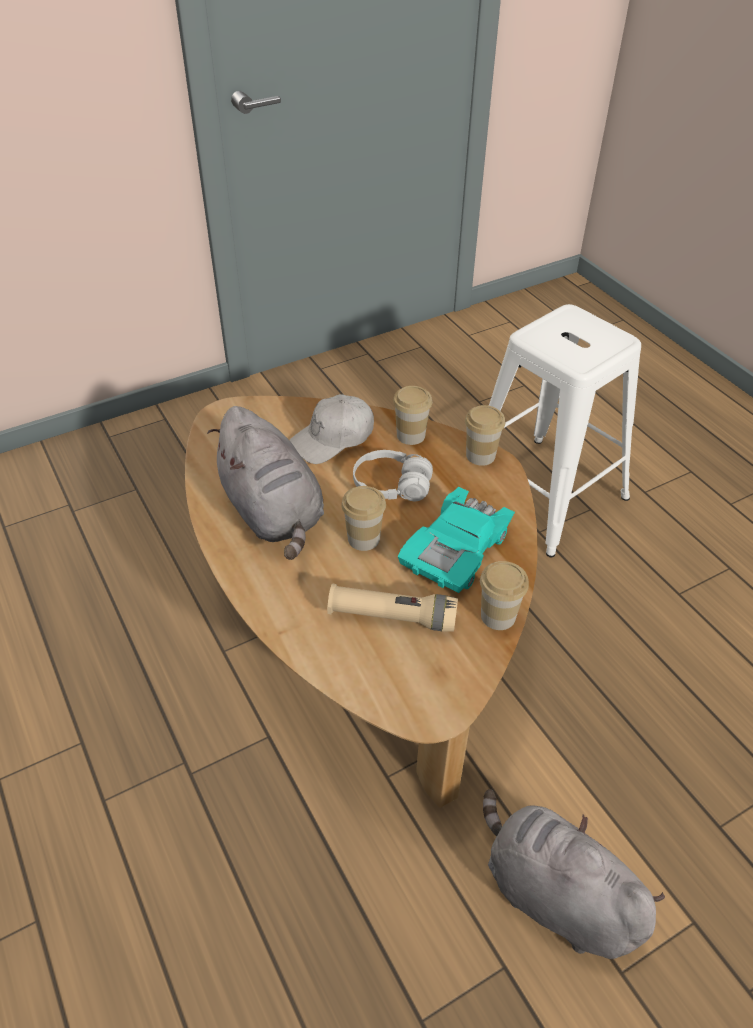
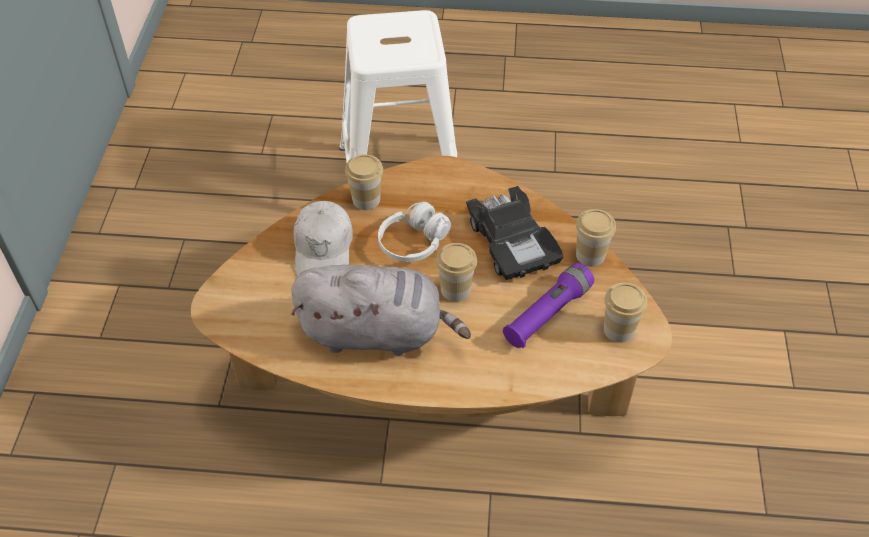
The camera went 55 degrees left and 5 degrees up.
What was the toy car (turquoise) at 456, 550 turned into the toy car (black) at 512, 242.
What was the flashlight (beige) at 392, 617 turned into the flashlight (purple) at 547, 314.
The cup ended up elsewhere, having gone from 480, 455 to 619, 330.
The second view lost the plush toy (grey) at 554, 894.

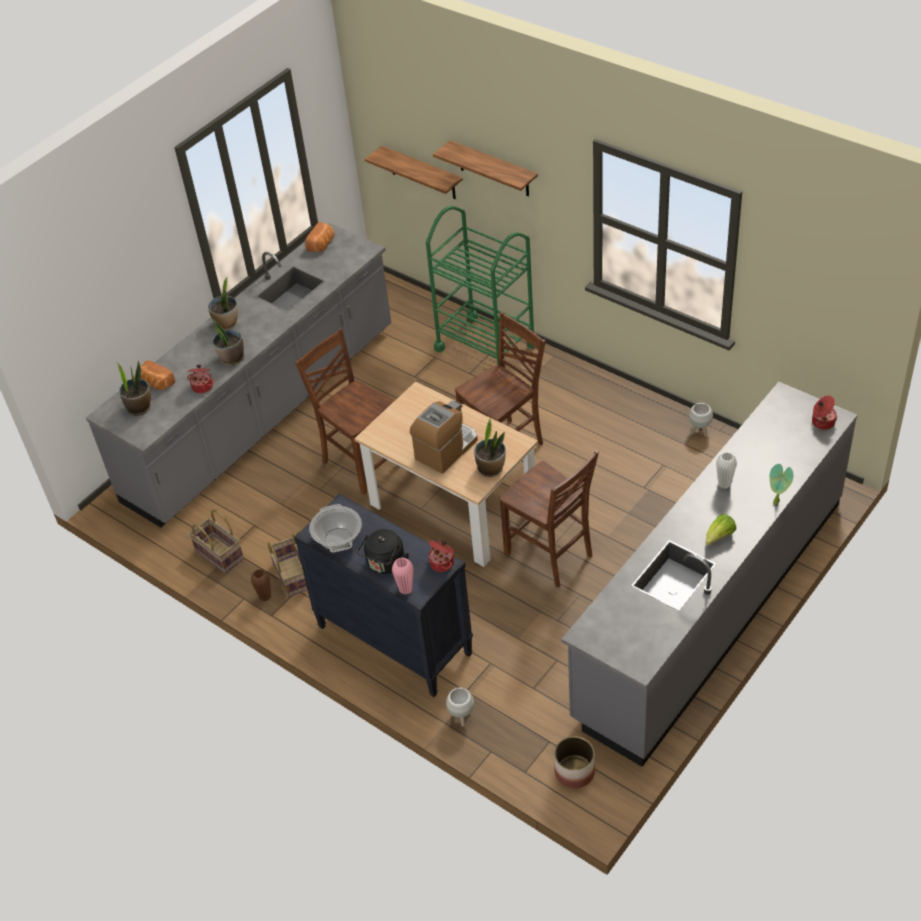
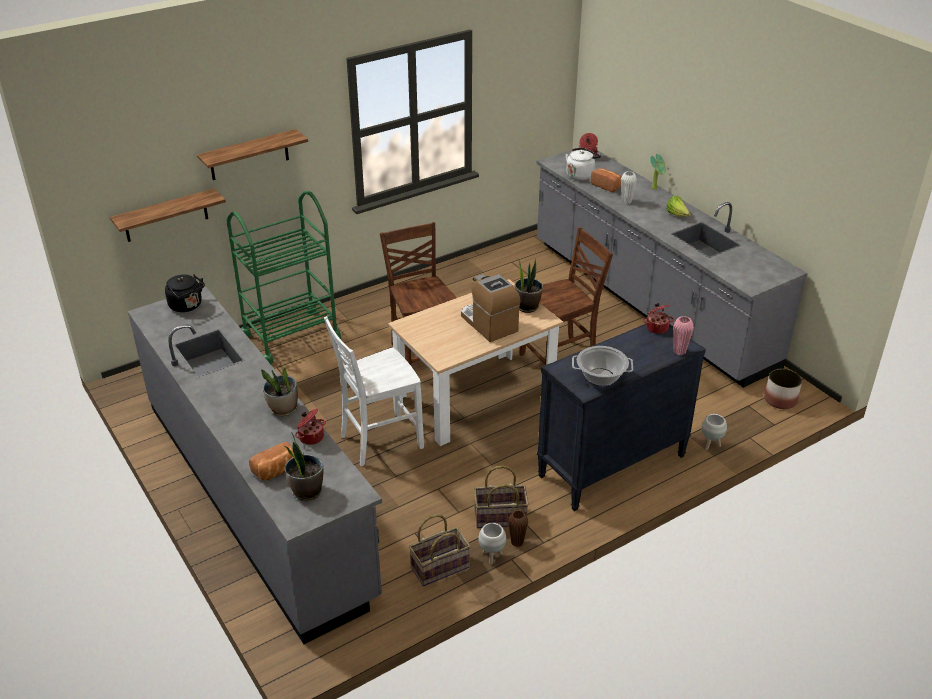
The camera went 75 degrees left and 10 degrees down.
The kettle (black) ended up elsewhere, having gone from 385, 564 to 187, 306.
What was the chair (brown) at 361, 462 turned into the chair (white) at 379, 441.
The planter (white) ended up elsewhere, having gone from 699, 432 to 491, 556.
The second view gained the kettle (white) at 581, 175.
The bread ended up elsewhere, having gone from 322, 245 to 607, 186.
The second view lost the potted plant at 227, 323.

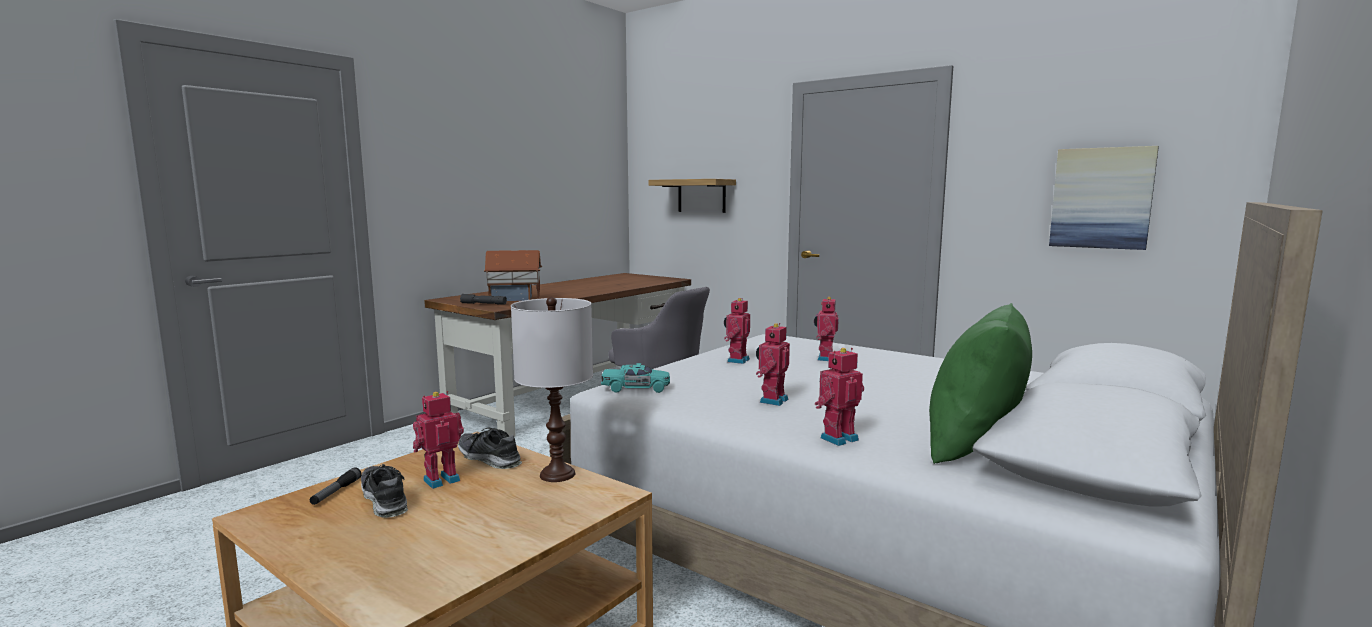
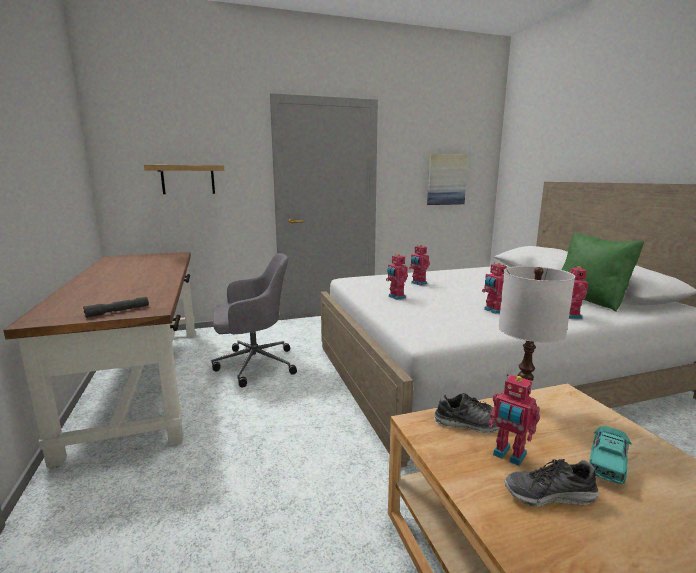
The camera went 55 degrees left and 5 degrees up.
The shoe at 489, 459 ended up facing another way, 150 degrees counterclockwise from before.
The toy robot at 440, 479 ended up facing another way, 45 degrees counterclockwise from before.
The toy car (turquoise) ended up elsewhere, having gone from 636, 389 to 607, 463.
The second view lost the flashlight at 336, 492.
The second view lost the toy house at 515, 299.

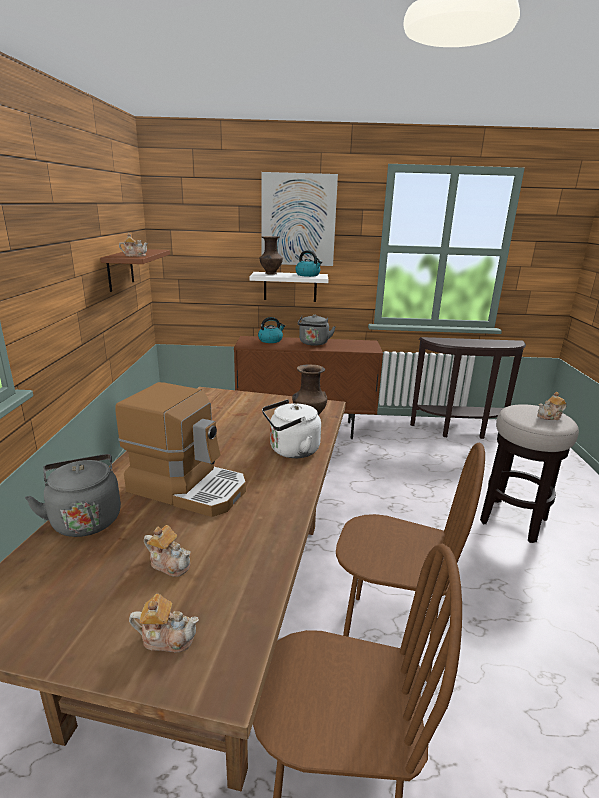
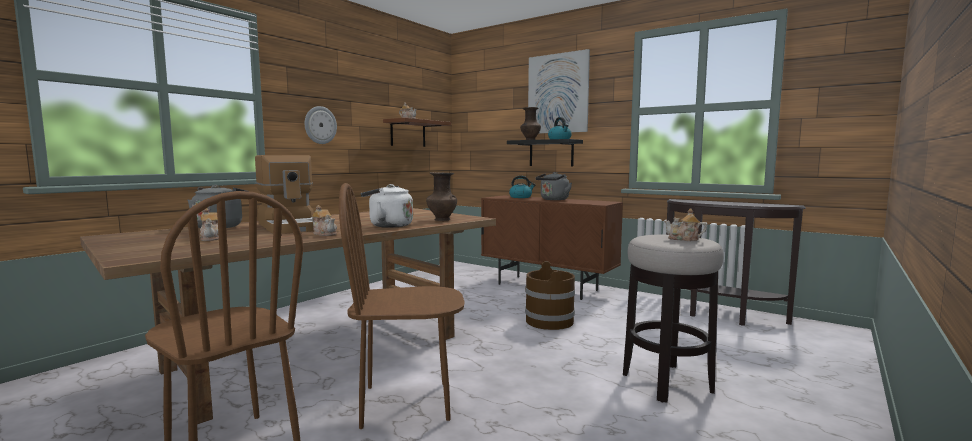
The camera went 35 degrees right and 15 degrees down.
The second view gained the wall clock at 320, 125.
The teapot ended up elsewhere, having gone from 167, 638 to 325, 234.
The chair (brown) at 389, 634 ended up facing another way, 120 degrees clockwise from before.
What was the shelf (white) at 290, 286 turned into the shelf (black) at 551, 153.
The second view gained the bucket (brown) at 549, 321.

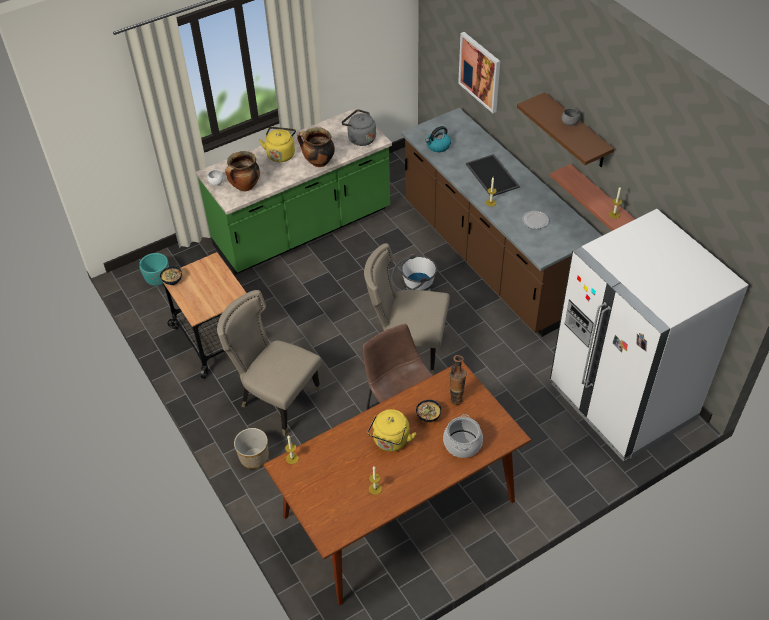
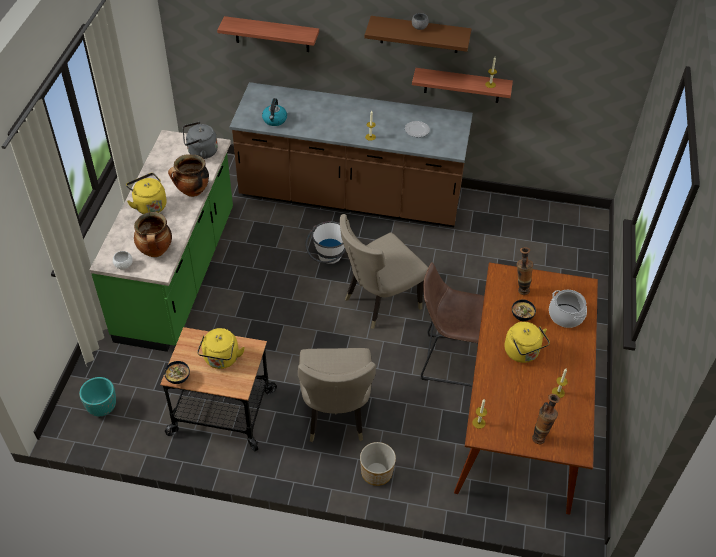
The camera went 50 degrees left and 0 degrees up.
The second view gained the kettle (yellow) at 221, 360.
Where the picture hung at 480, 72, the shelf came to hang at 272, 34.
The chair (beige) at 277, 399 ended up facing another way, 75 degrees counterclockwise from before.
The second view gained the vase at 540, 436.
The second view lost the tray at 493, 175.
The second view lost the fridge (white) at 621, 402.

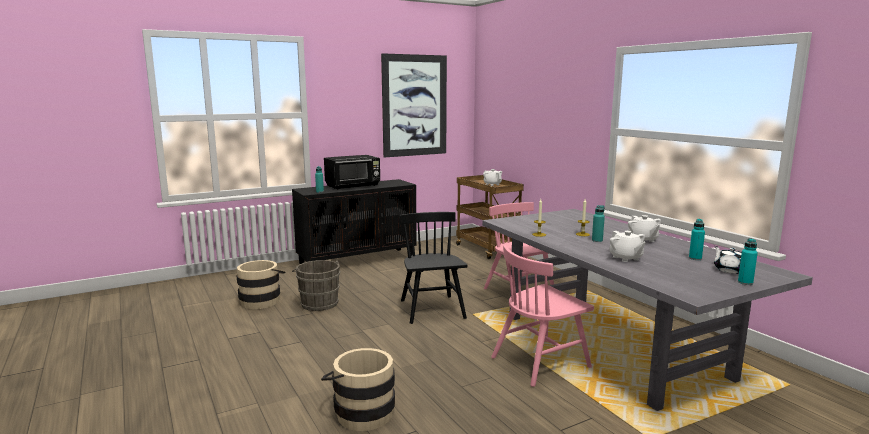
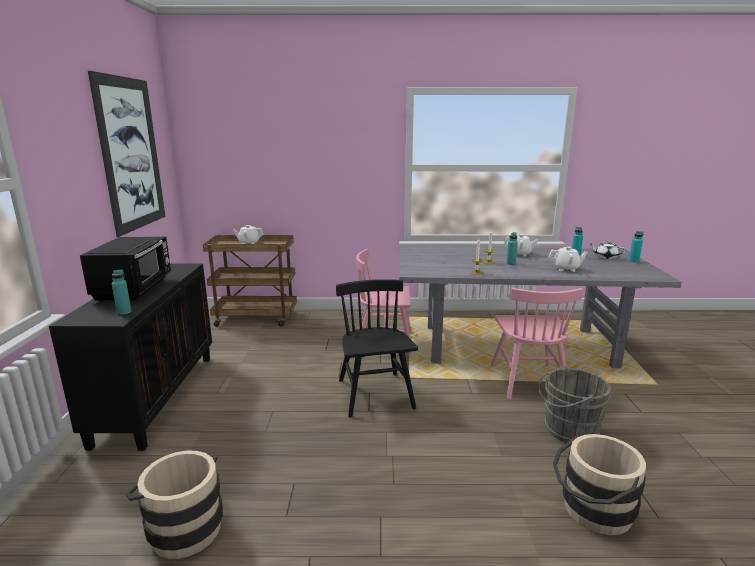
The camera went 60 degrees left and 5 degrees up.
The chair (black) at 432, 309 ended up facing another way, 60 degrees clockwise from before.
The bucket (grey) ended up elsewhere, having gone from 318, 303 to 567, 429.

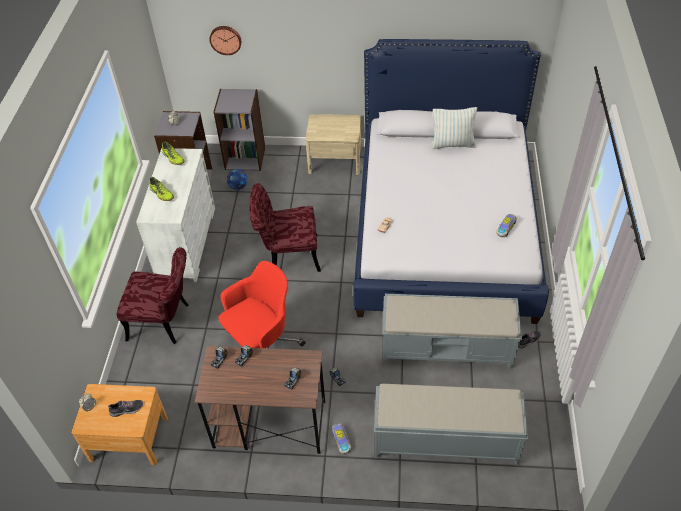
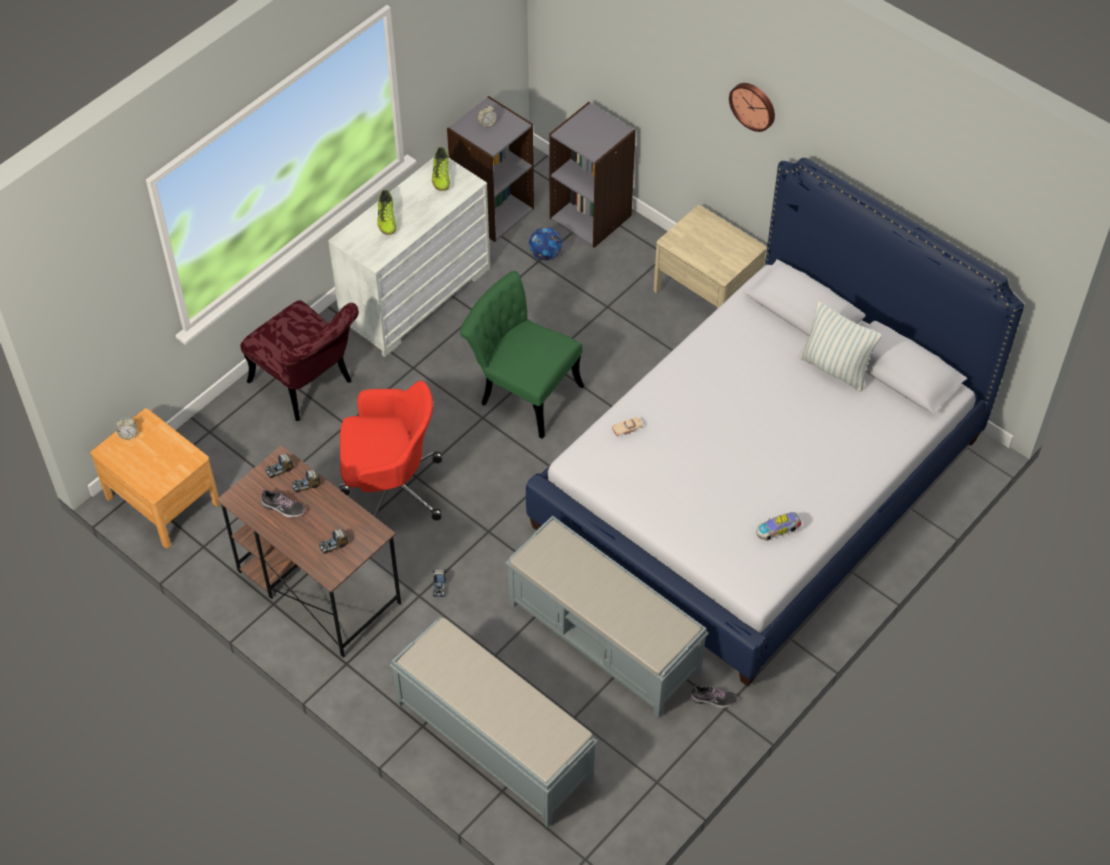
The camera went 35 degrees right and 5 degrees up.
The shoe ended up elsewhere, having gone from 126, 409 to 283, 507.
What was the chair (red) at 287, 255 turned into the chair (green) at 522, 391.
The wall clock ended up elsewhere, having gone from 225, 39 to 753, 105.
The second view lost the toy car at 341, 440.

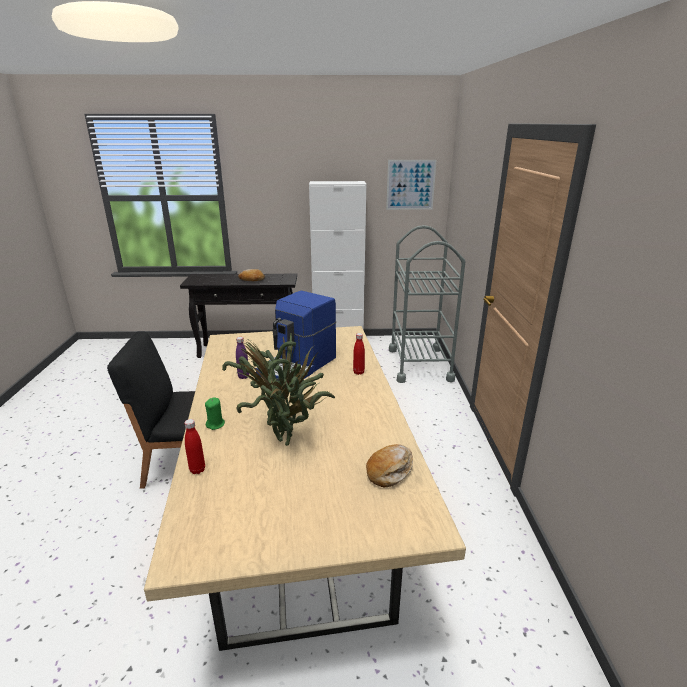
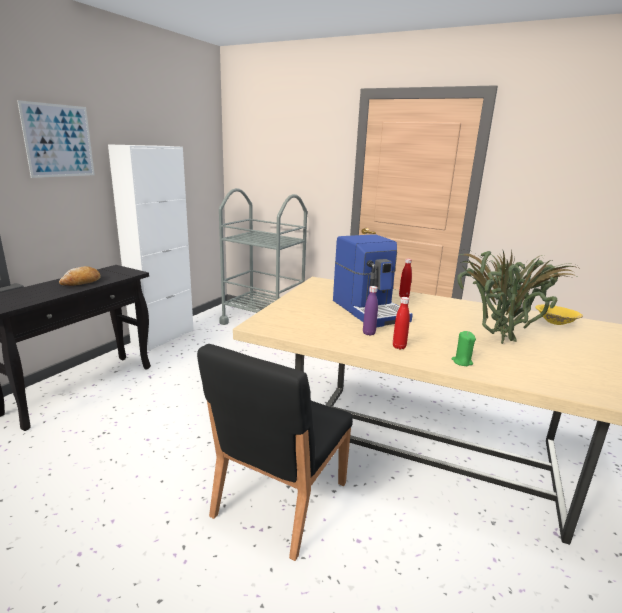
The camera went 60 degrees left and 5 degrees down.
The picture ended up elsewhere, having gone from 410, 185 to 59, 141.
The bottle (red) ended up elsewhere, having gone from 197, 470 to 399, 347.
Where the bread stood at 390, 470, the bowl (yellow) came to stand at 555, 322.

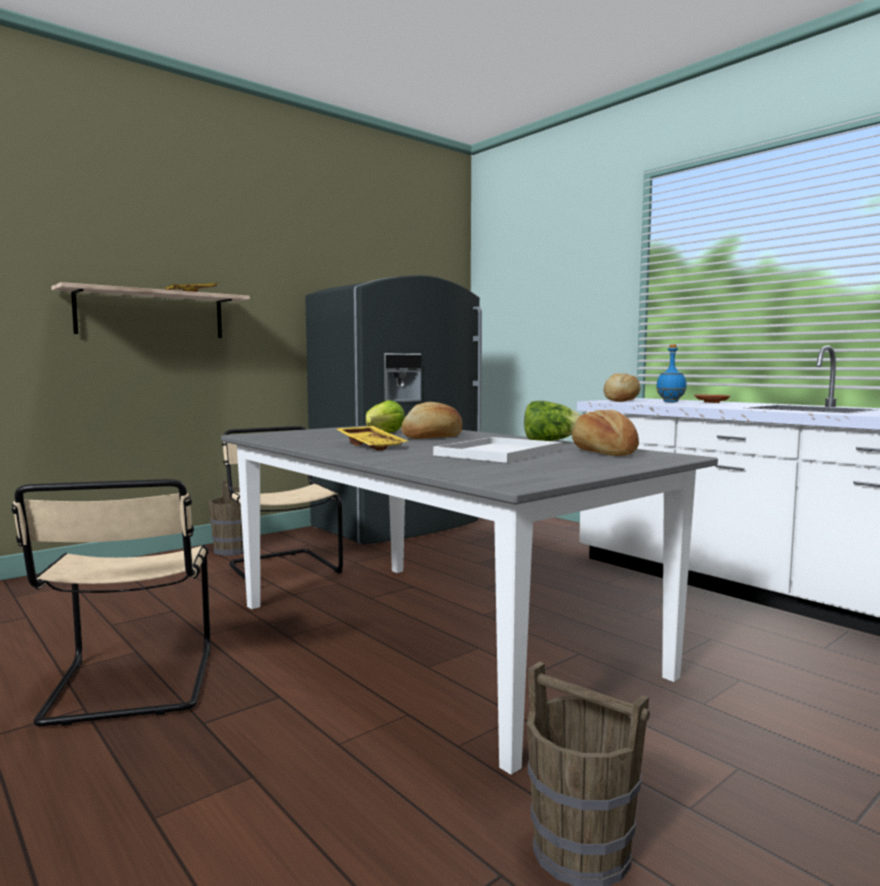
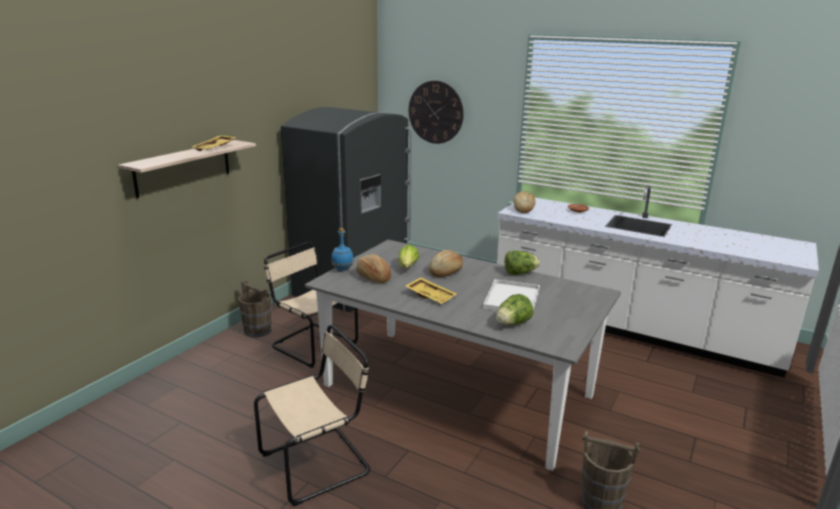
The camera went 20 degrees left and 15 degrees up.
The chair (beige) at 129, 688 ended up facing another way, 90 degrees counterclockwise from before.
The bottle (blue) ended up elsewhere, having gone from 671, 402 to 343, 270.
The bread ended up elsewhere, having gone from 603, 452 to 373, 277.
The second view gained the wall clock at 435, 112.
The second view gained the lettuce at 512, 324.

